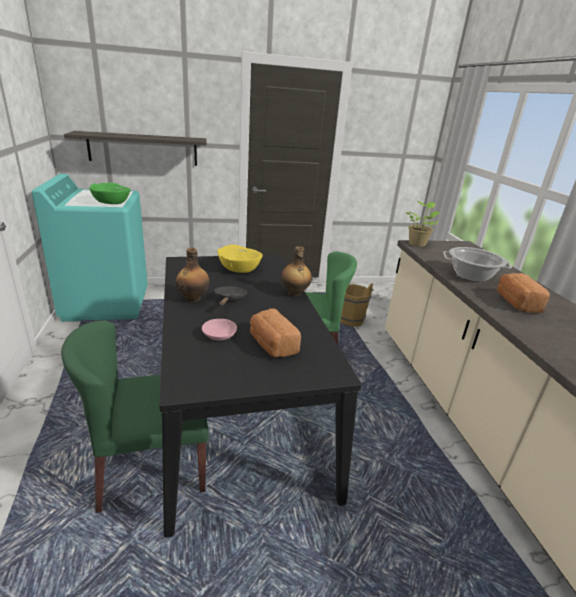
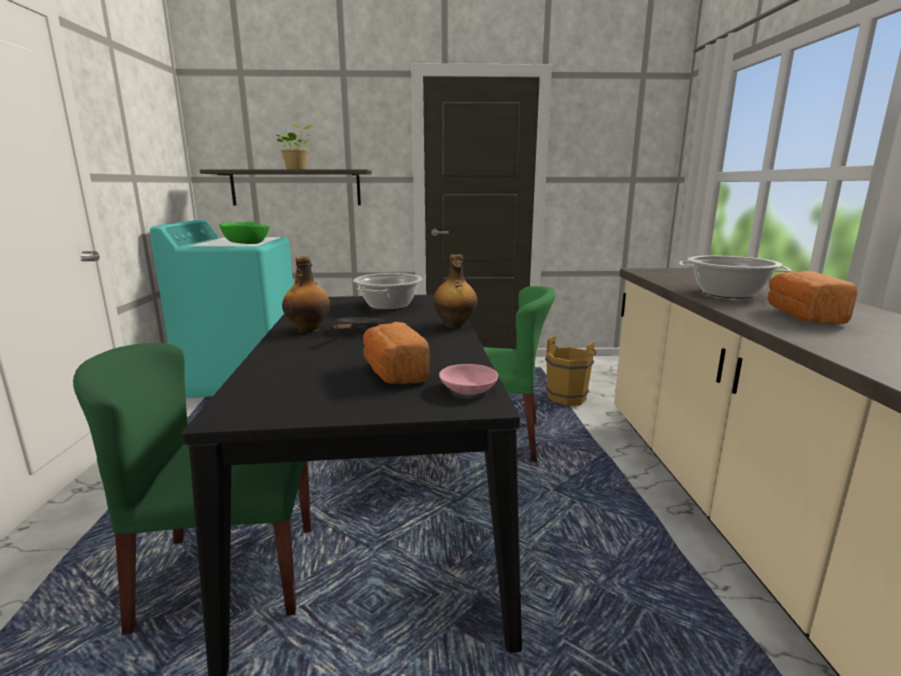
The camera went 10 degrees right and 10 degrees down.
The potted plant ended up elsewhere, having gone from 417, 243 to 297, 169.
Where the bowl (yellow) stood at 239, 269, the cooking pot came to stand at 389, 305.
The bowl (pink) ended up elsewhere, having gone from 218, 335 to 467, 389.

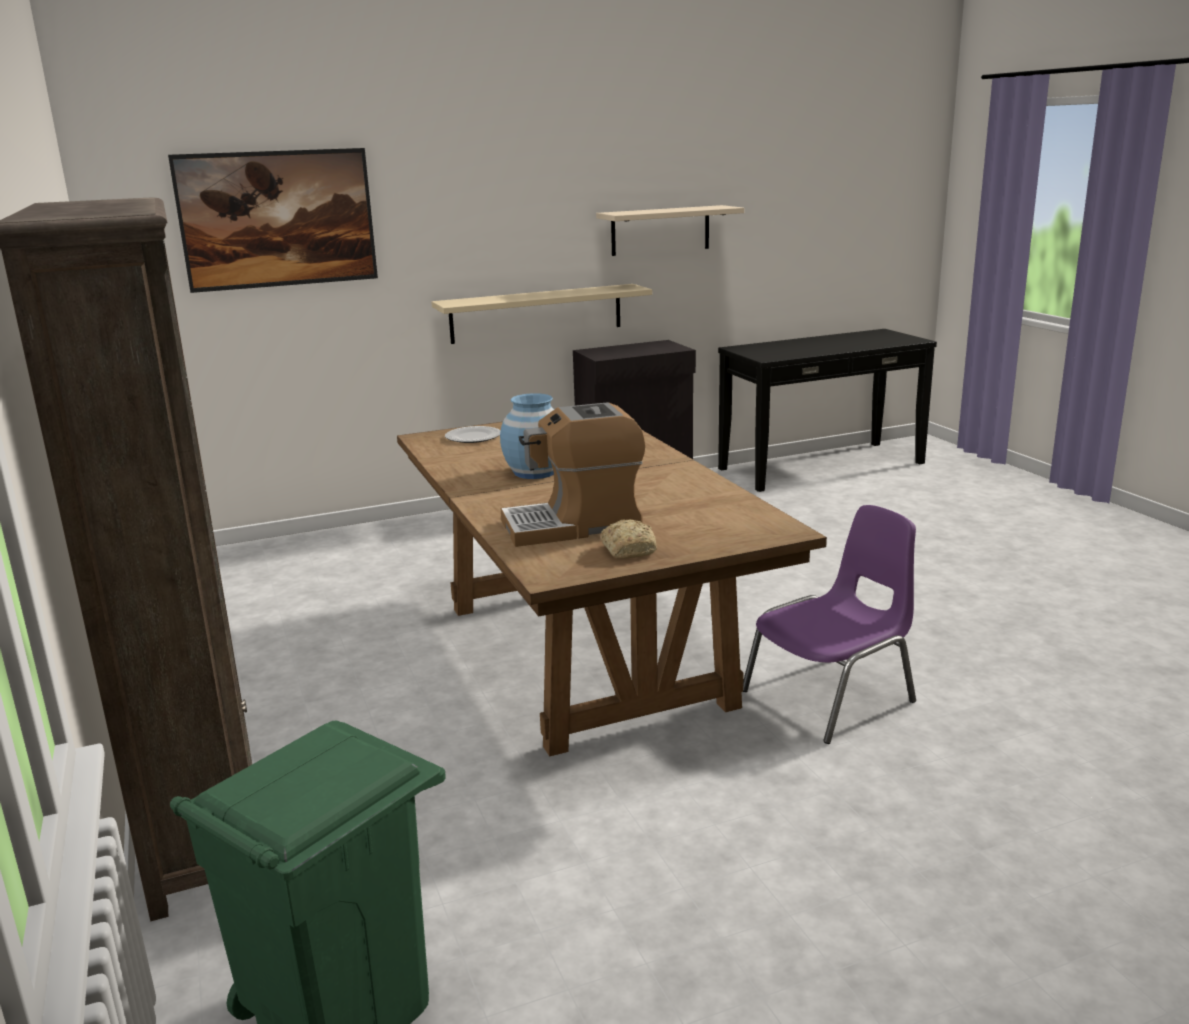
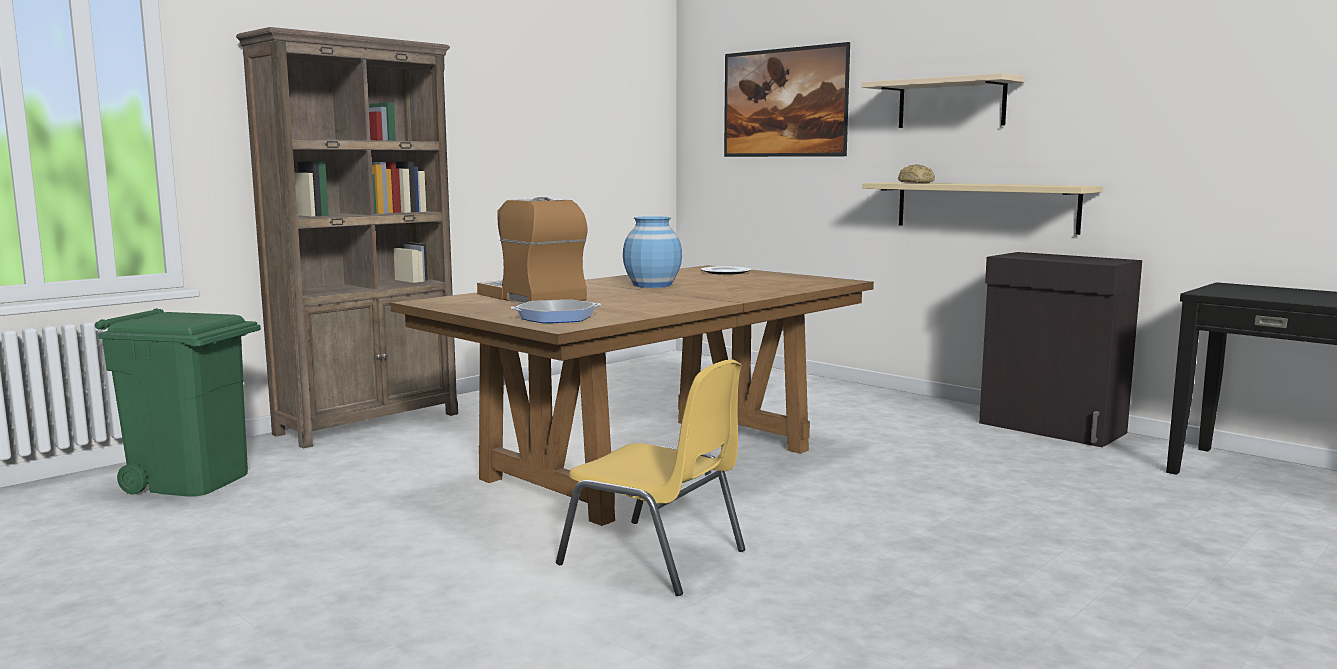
The camera went 65 degrees right and 10 degrees down.
The second view gained the frying pan at 556, 317.
What was the chair (purple) at 831, 697 turned into the chair (yellow) at 655, 558.
The shelf (beige) ended up elsewhere, having gone from 660, 230 to 951, 103.
The bread ended up elsewhere, having gone from 629, 550 to 916, 182.

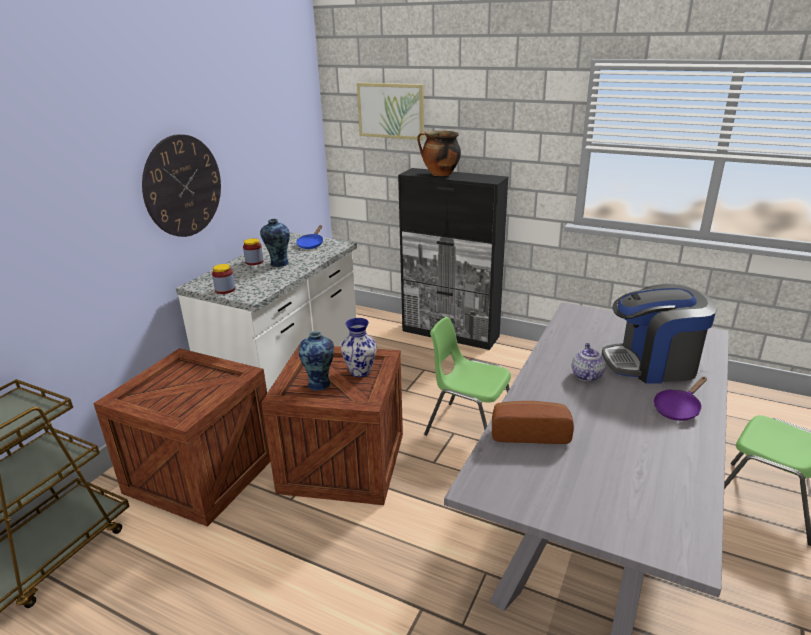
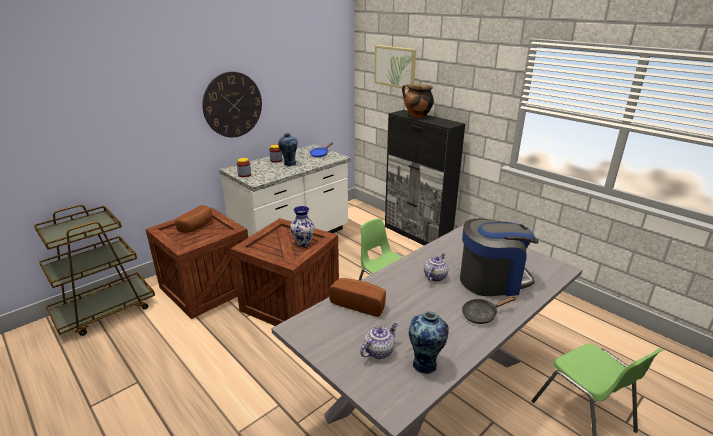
The camera went 20 degrees right and 0 degrees up.
The second view gained the bread at 198, 226.
The second view gained the teapot at 379, 351.
The vase ended up elsewhere, having gone from 320, 384 to 425, 364.
The coffee machine at 652, 364 ended up facing another way, 150 degrees clockwise from before.
What was the frying pan (purple) at 678, 408 turned into the frying pan (black) at 482, 314.

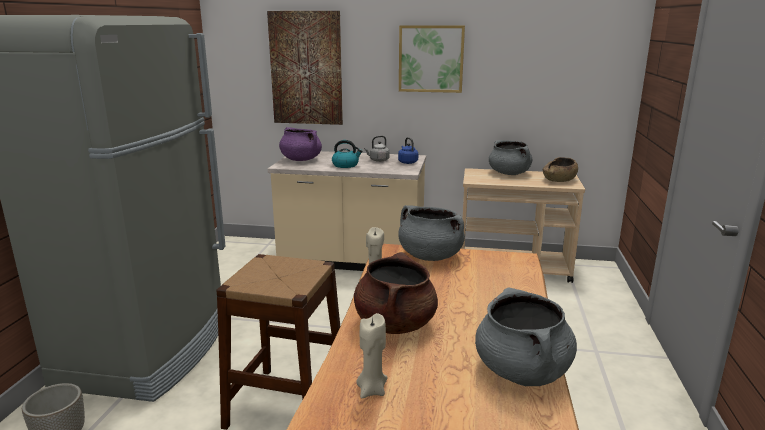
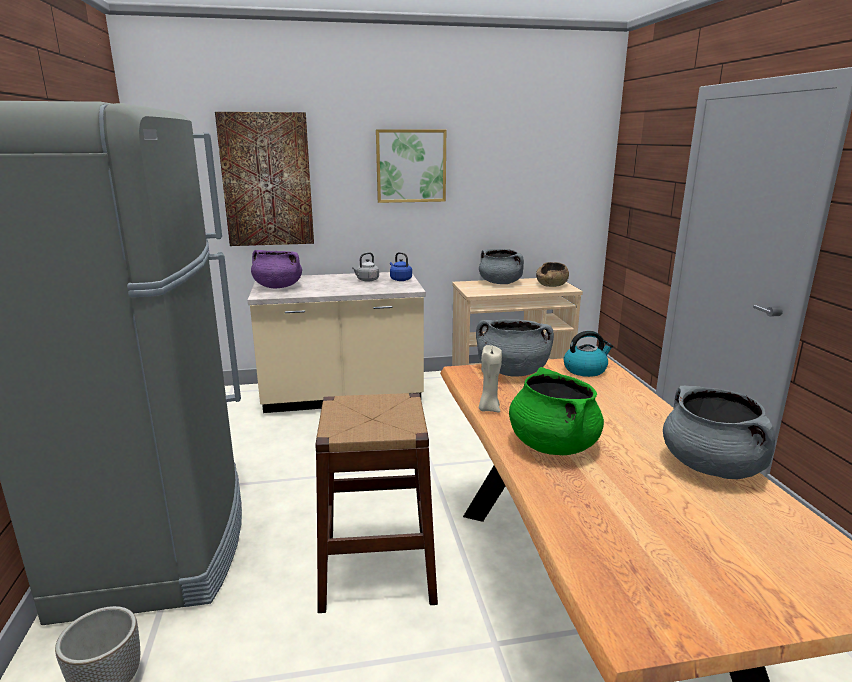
The camera went 20 degrees left and 0 degrees up.
What was the cooking pot (brown) at 395, 324 turned into the cooking pot (green) at 552, 445.
The kettle ended up elsewhere, having gone from 346, 165 to 585, 370.
The second view lost the candle (beige) at 372, 390.

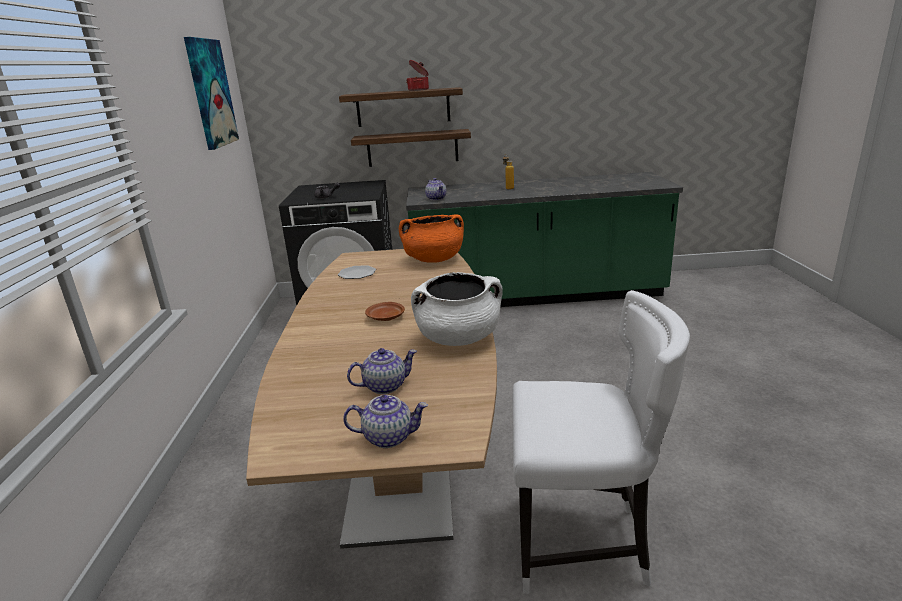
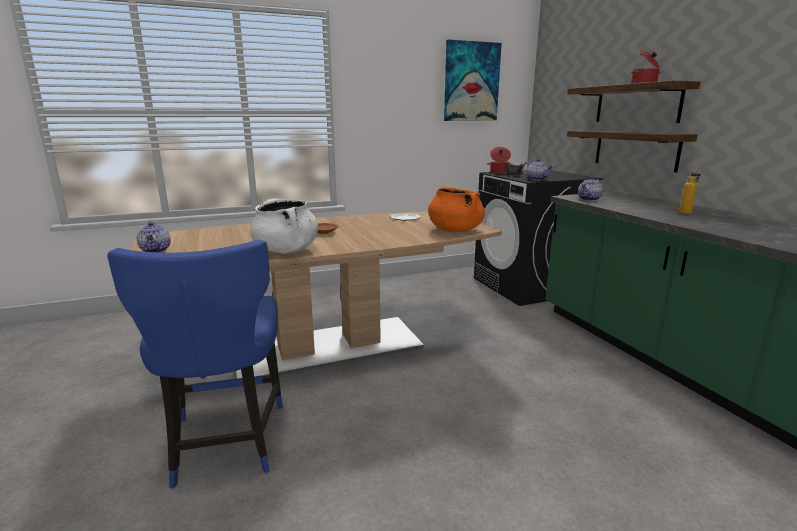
The camera went 70 degrees right and 5 degrees down.
What was the chair (white) at 582, 544 turned into the chair (blue) at 226, 445.
The second view gained the cooking pot at 499, 172.
The teapot ended up elsewhere, having gone from 385, 386 to 537, 179.

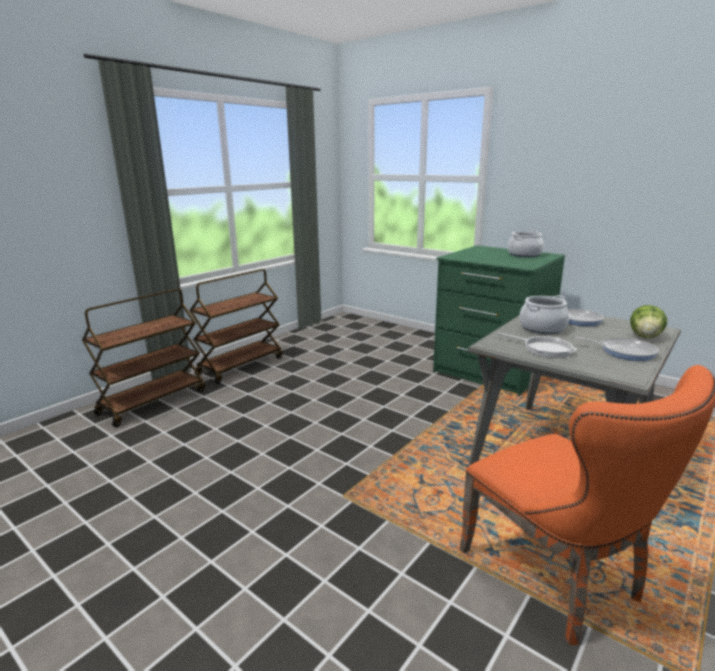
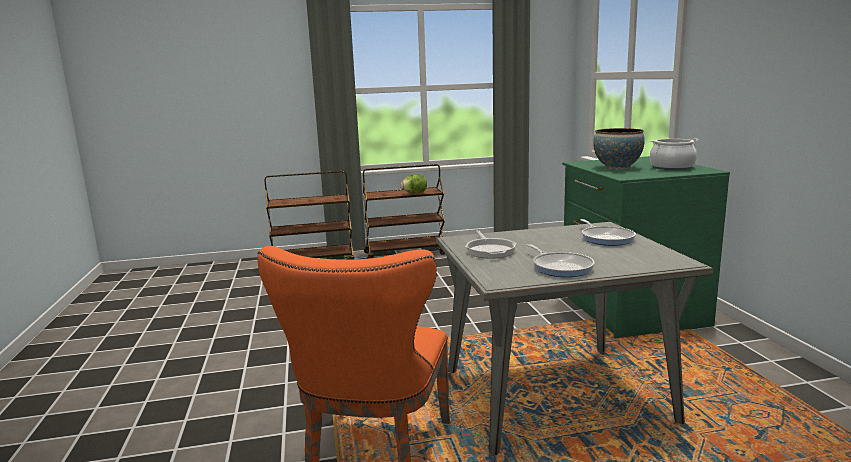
The camera went 40 degrees right and 5 degrees down.
The lettuce ended up elsewhere, having gone from 645, 337 to 414, 193.
The second view gained the bowl at 617, 167.
The second view lost the cooking pot at 542, 328.

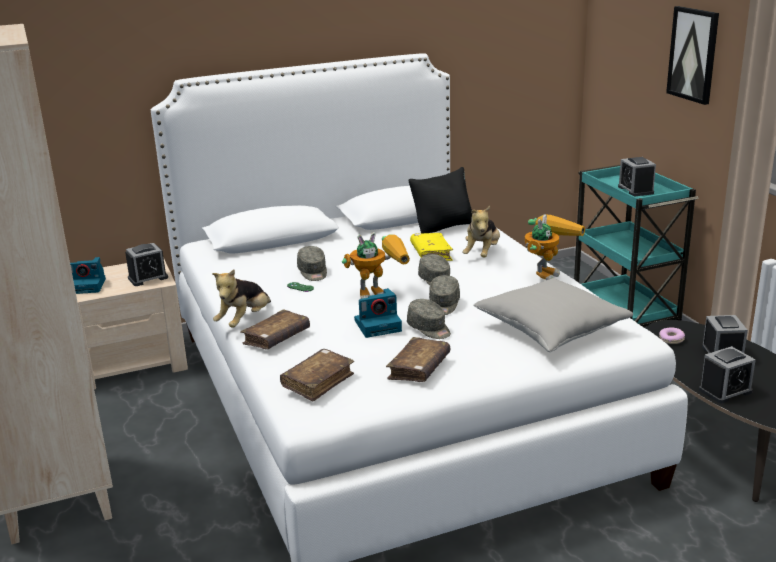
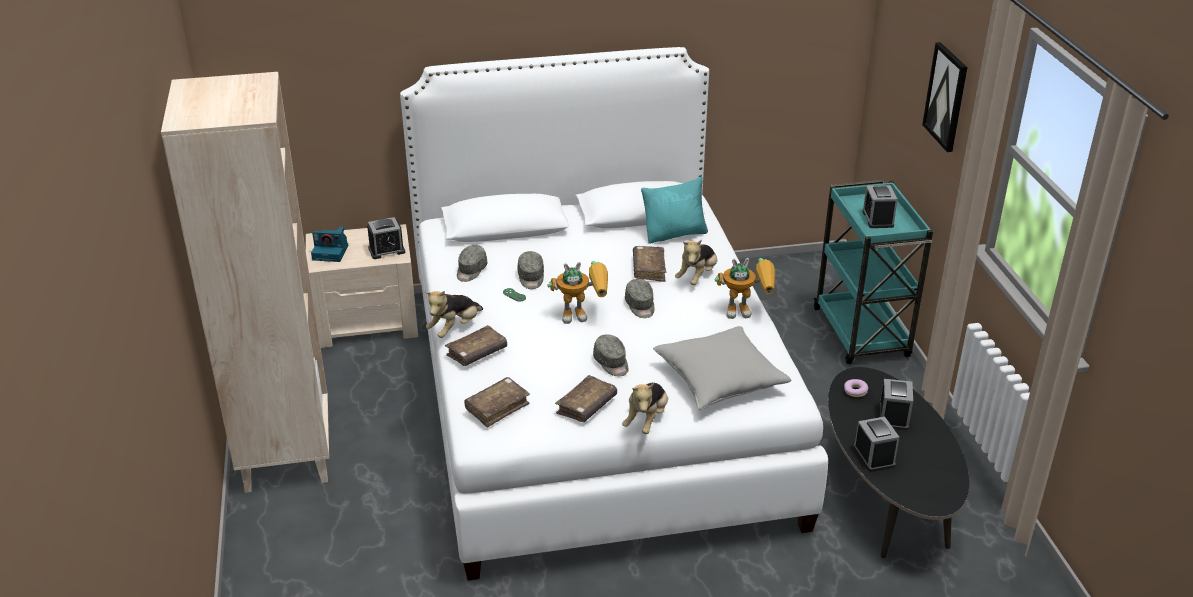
The camera went 10 degrees right and 10 degrees up.
The cap (grey) ended up elsewhere, having gone from 443, 304 to 471, 271.
The second view gained the plush toy at 646, 420.
What was the book (yellow) at 431, 253 turned into the book (brown) at 649, 269.
What was the pillow (black) at 443, 226 turned into the pillow (turquoise) at 675, 234.
The toy robot at 546, 272 ended up facing another way, 45 degrees clockwise from before.
The alarm clock at 725, 391 ended up facing another way, 90 degrees counterclockwise from before.
The second view lost the photo camera at 378, 325.

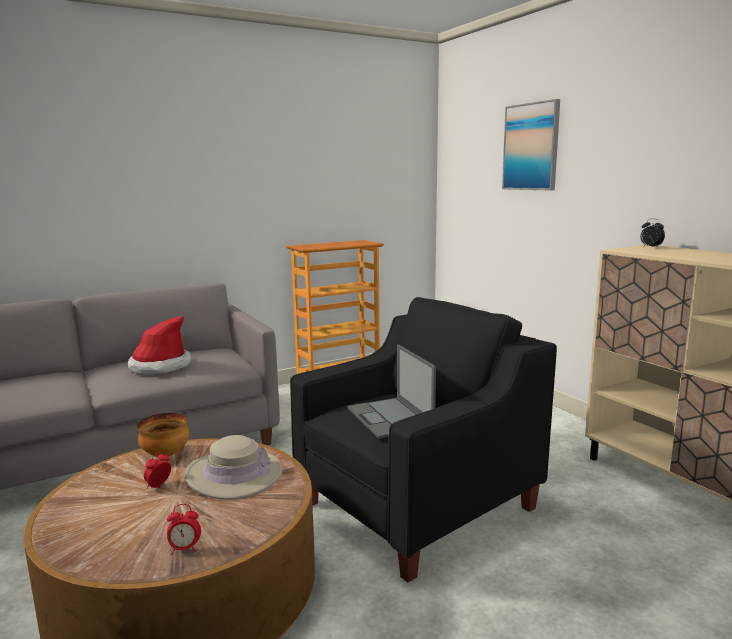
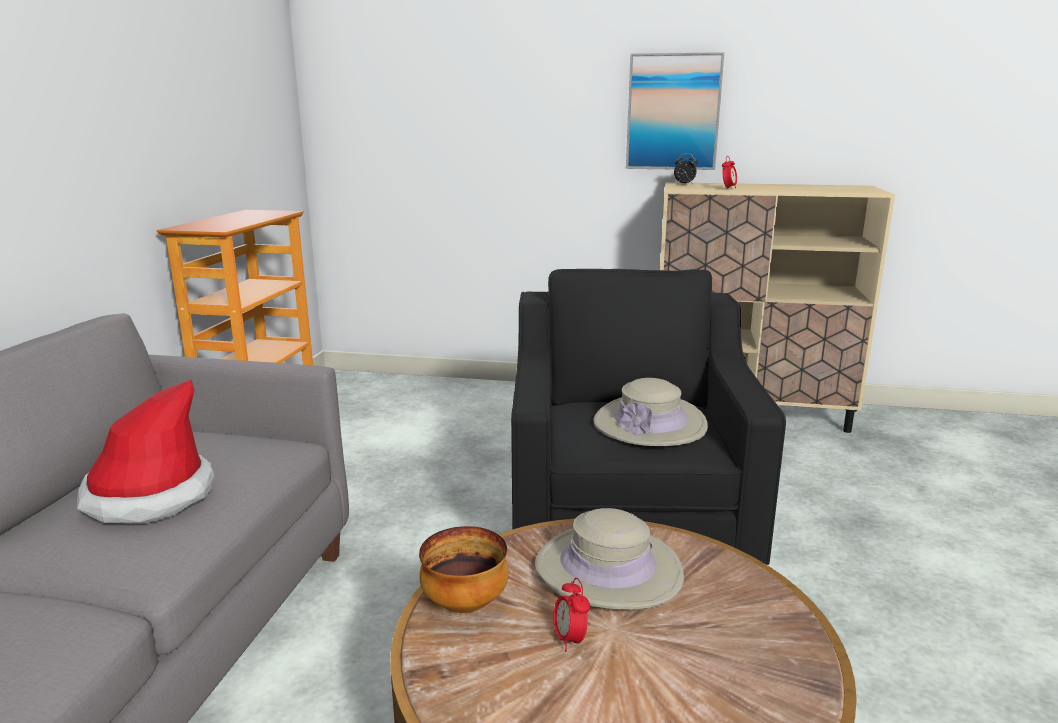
The camera went 50 degrees left and 5 degrees up.
Where the laptop stood at 390, 418, the hat (beige) came to stand at 650, 423.
The picture ended up elsewhere, having gone from 531, 147 to 673, 112.
The alarm clock ended up elsewhere, having gone from 185, 549 to 728, 188.

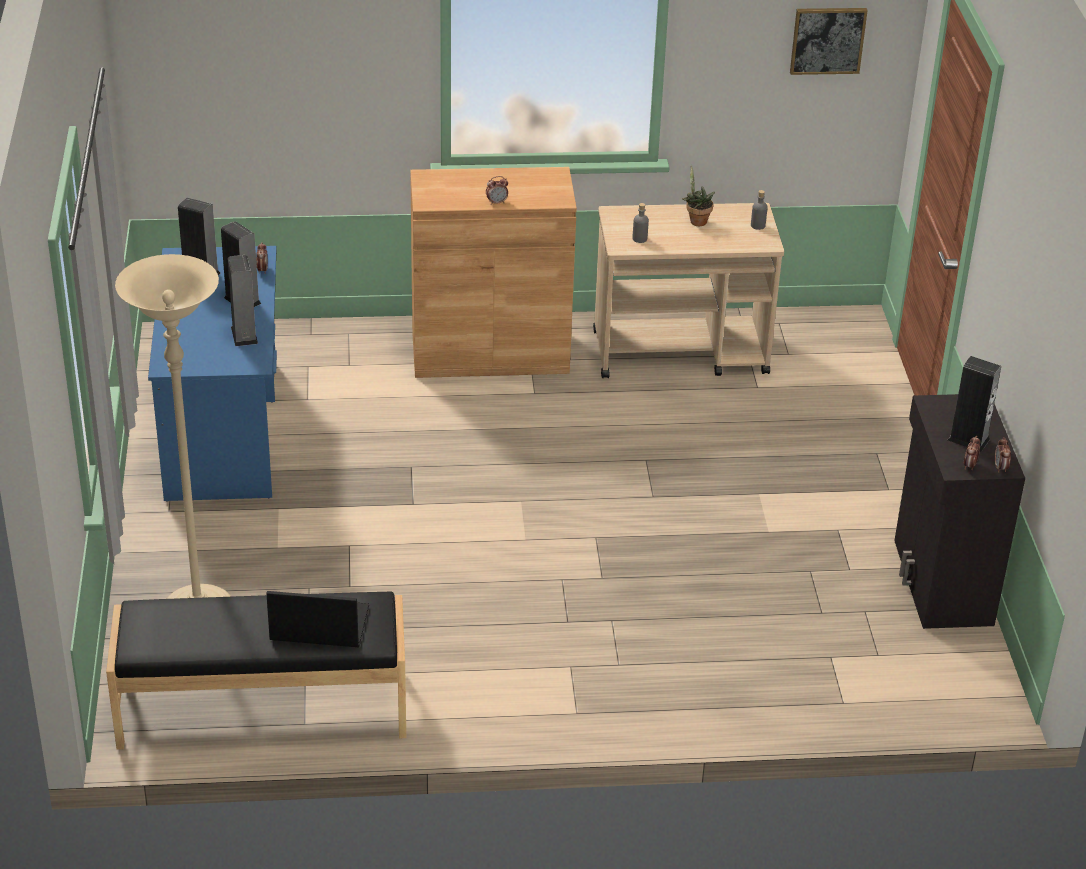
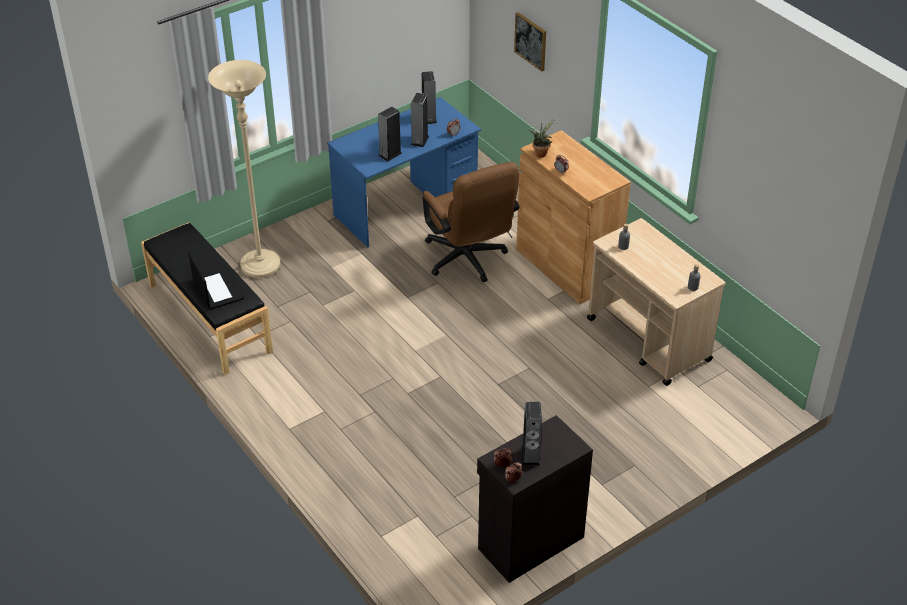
The camera went 60 degrees right and 5 degrees up.
The second view gained the office chair (brown) at 468, 261.
The picture ended up elsewhere, having gone from 827, 40 to 531, 41.
The potted plant ended up elsewhere, having gone from 696, 221 to 541, 153.

